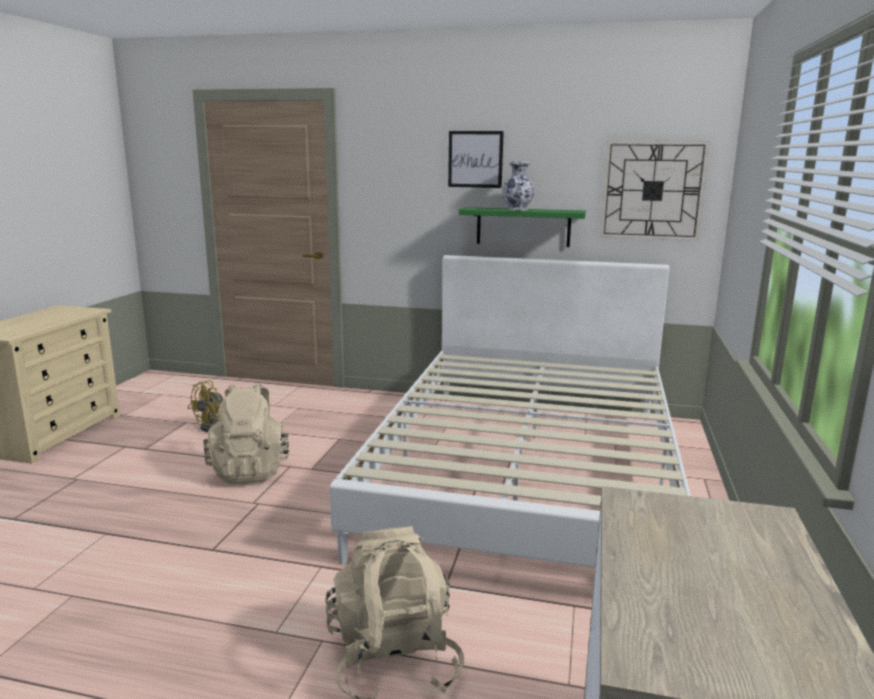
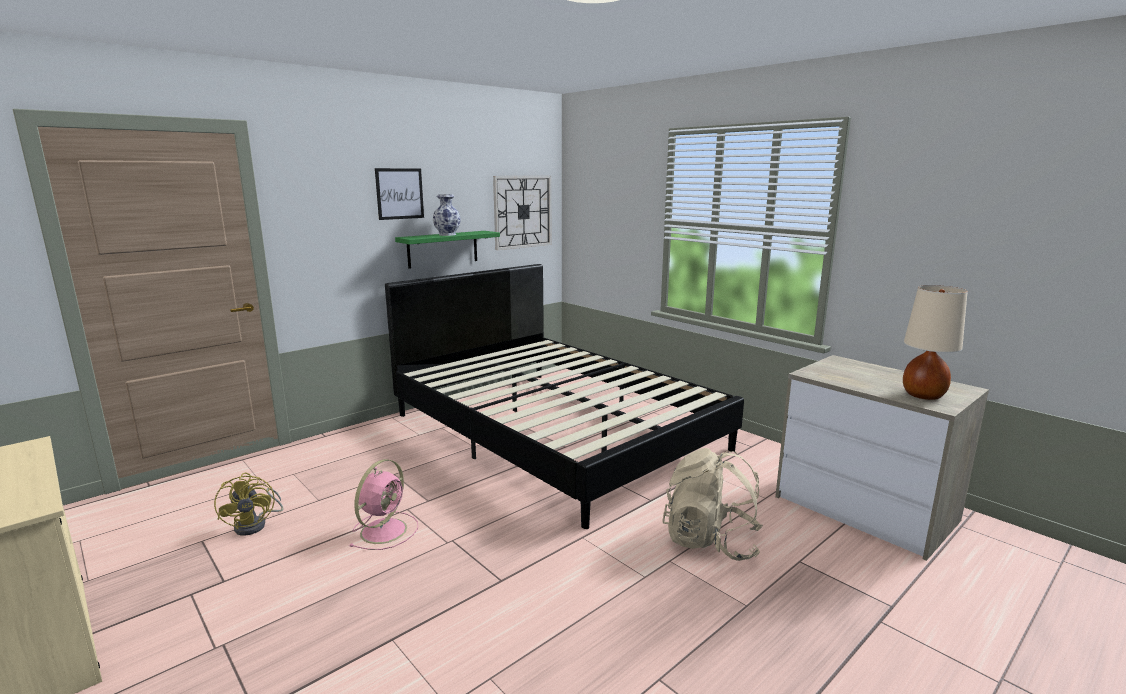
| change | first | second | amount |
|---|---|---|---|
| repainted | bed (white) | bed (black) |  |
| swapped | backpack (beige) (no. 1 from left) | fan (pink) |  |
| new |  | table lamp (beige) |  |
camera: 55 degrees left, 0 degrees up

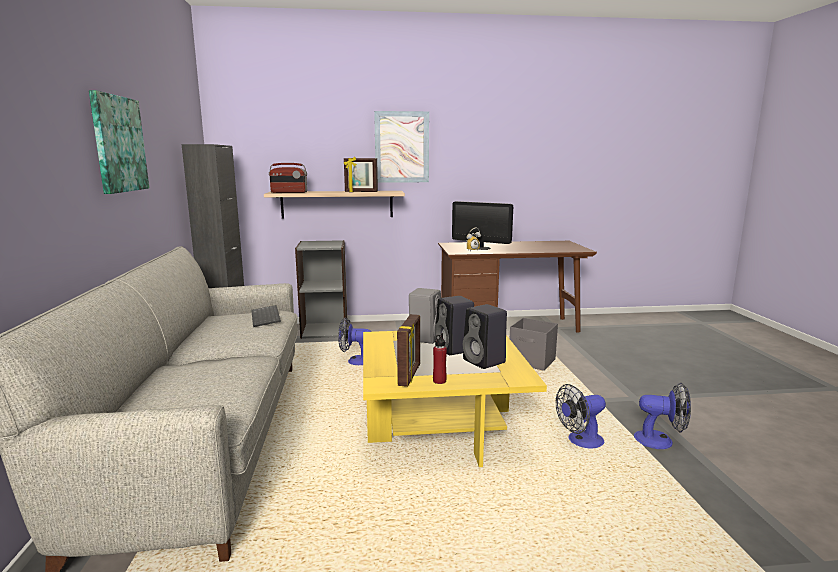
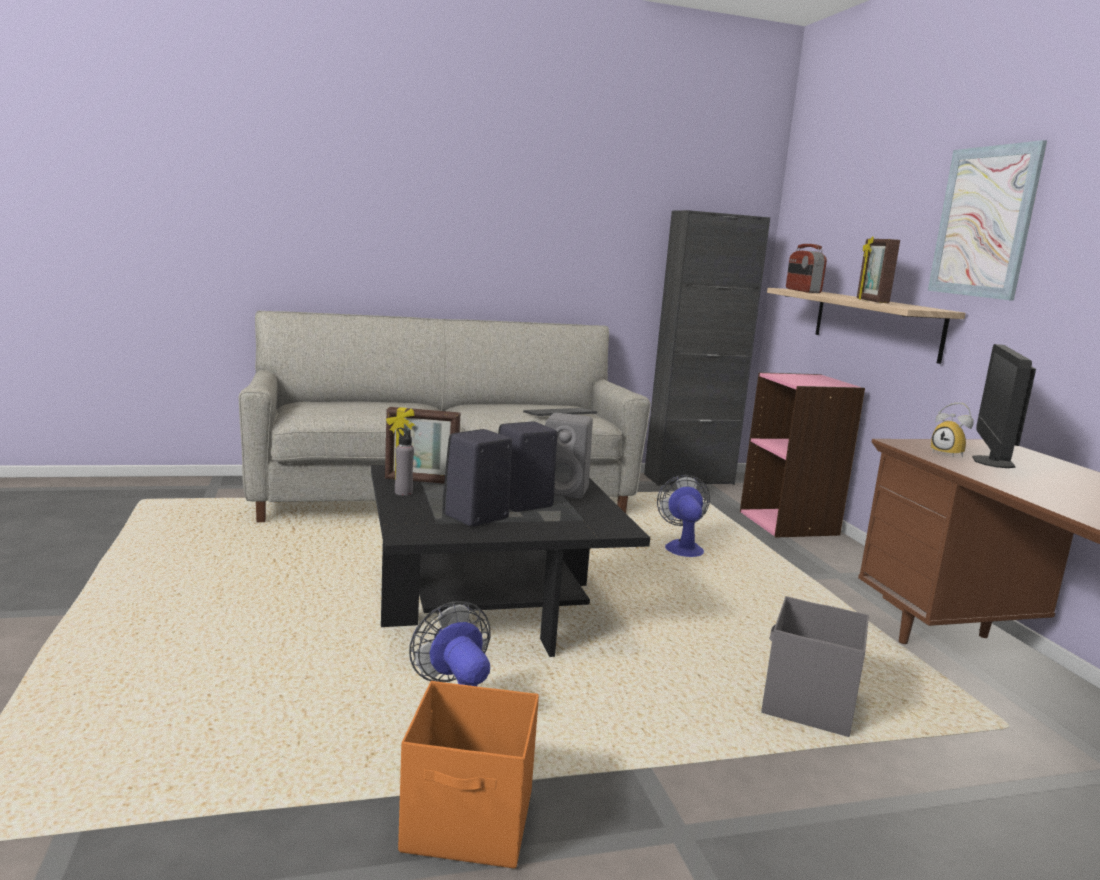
| change | first | second | amount |
|---|---|---|---|
| gone | picture (no. 1 from left) |  |  |
| repainted | bookcase (grey) | bookcase (pink) |  |
| repainted | coffee table (yellow) | coffee table (black) |  |
| repainted | bottle (red) | bottle (grey) |  |
| swapped | fan (no. 3 from left) | storage box (orange) |  |
camera: 80 degrees right, 0 degrees up

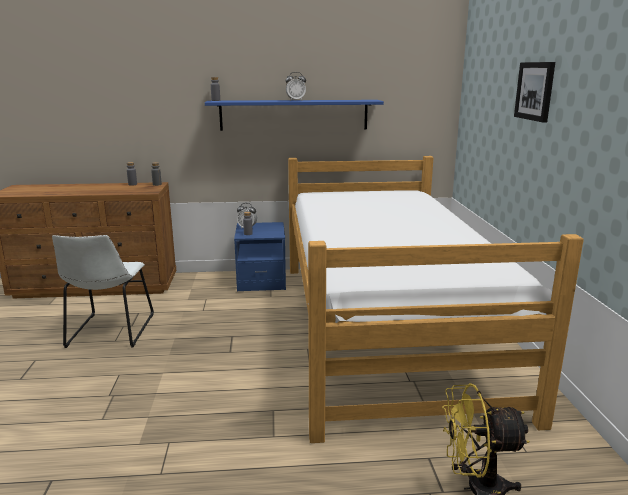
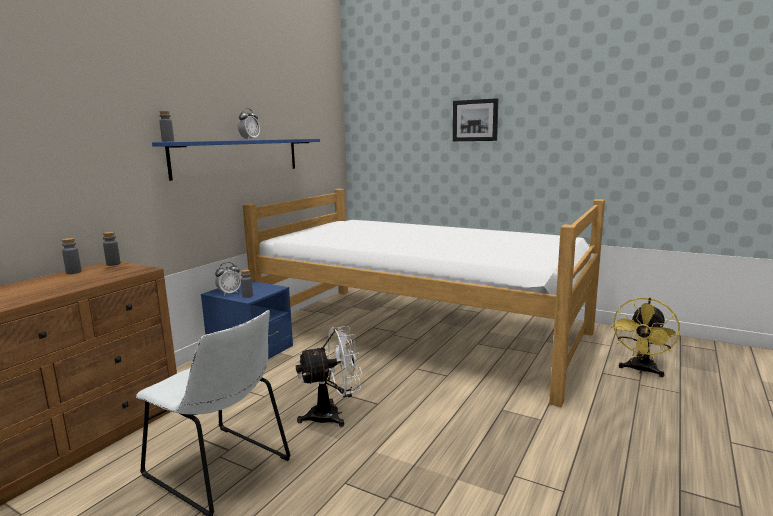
| change | first | second | amount |
|---|---|---|---|
| new |  | fan (white) |  |
camera: 55 degrees left, 5 degrees down

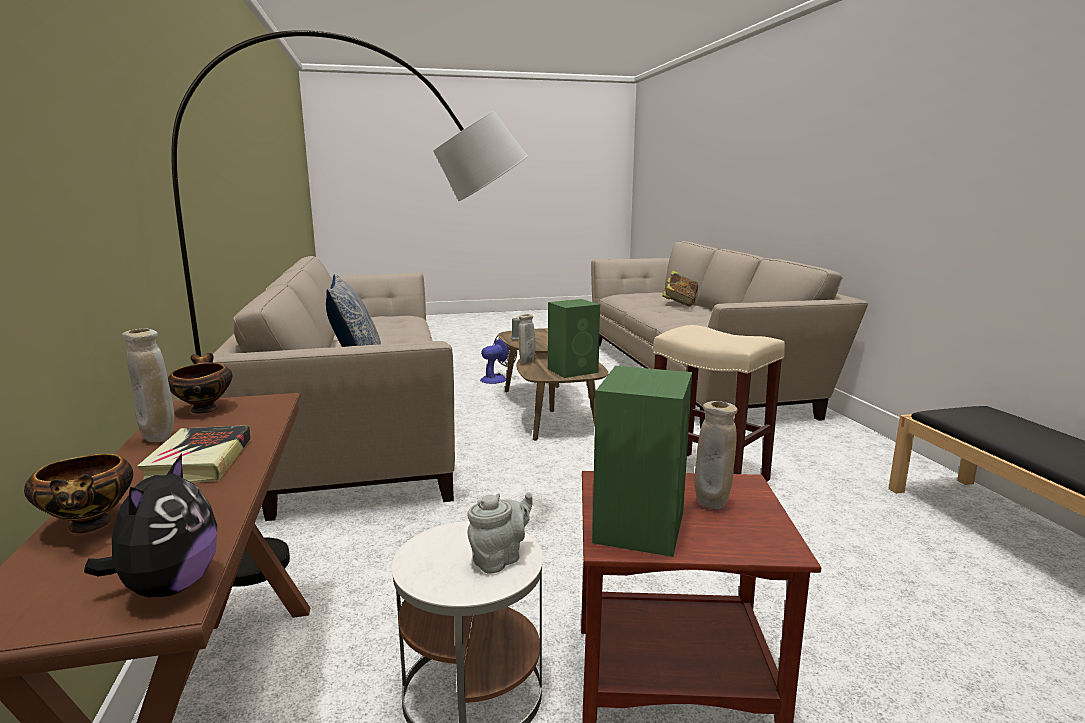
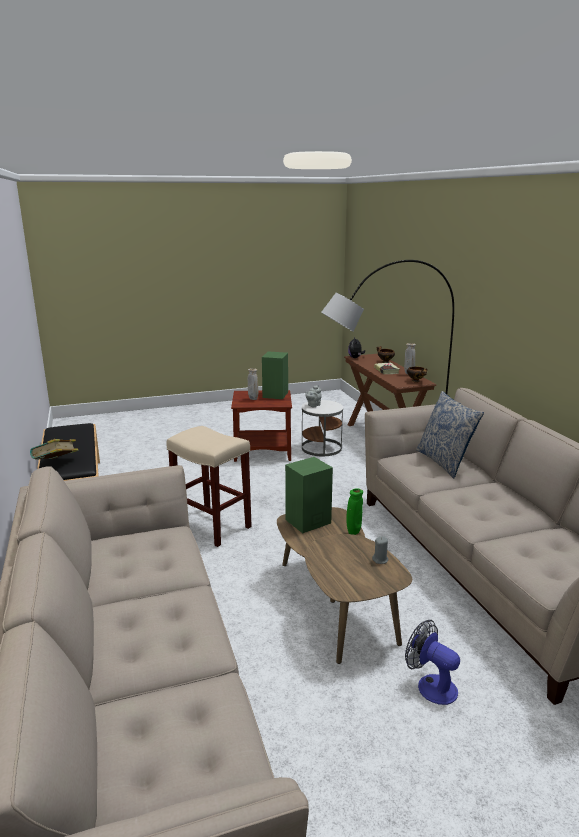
| change | first | second | amount |
|---|---|---|---|
| shifted | book (no. 2 from left in the first image) | book (no. 1 from left) |  |
| repainted | vase (beige) (no. 2 from left) | vase (green) |  |
| rotated | fan |  | 90 degrees clockwise |
camera: 175 degrees right, 5 degrees up

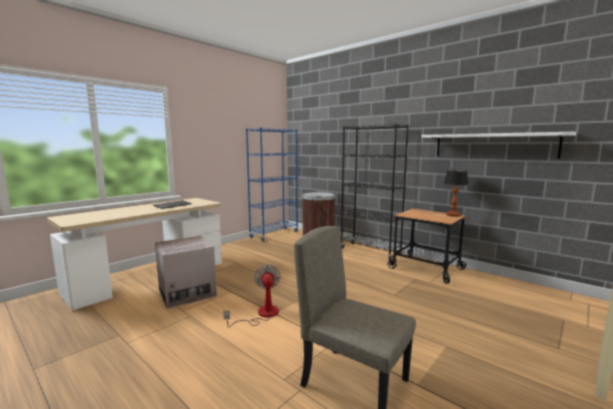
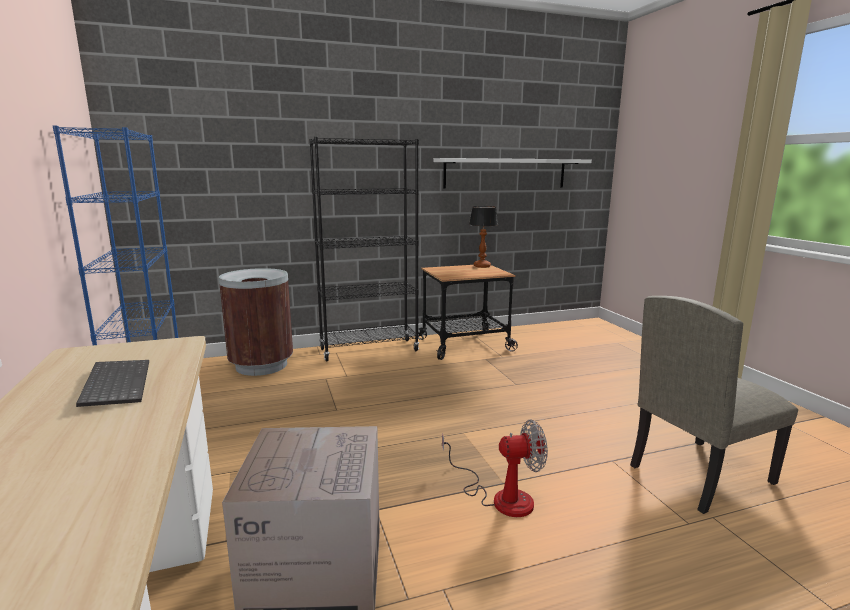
| change | first | second | amount |
|---|---|---|---|
| rotated | fan |  | 150 degrees clockwise |
camera: 60 degrees left, 5 degrees up

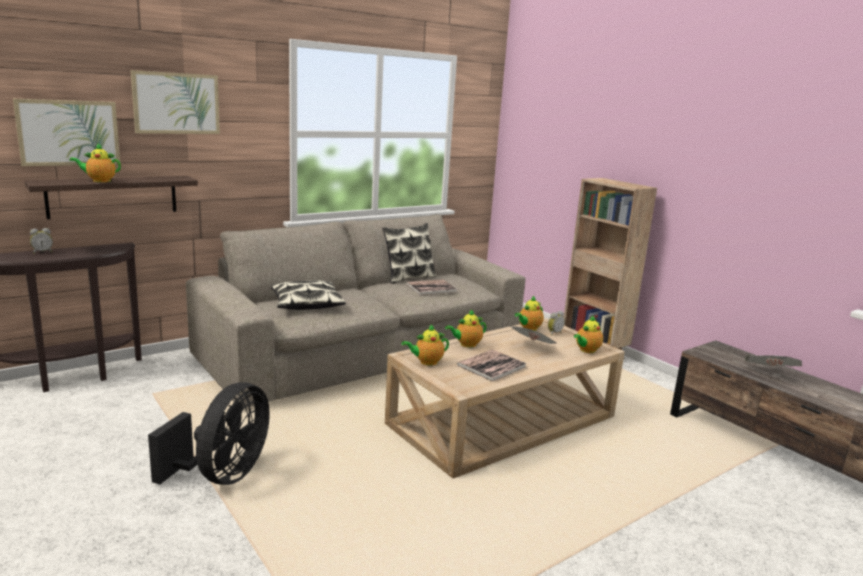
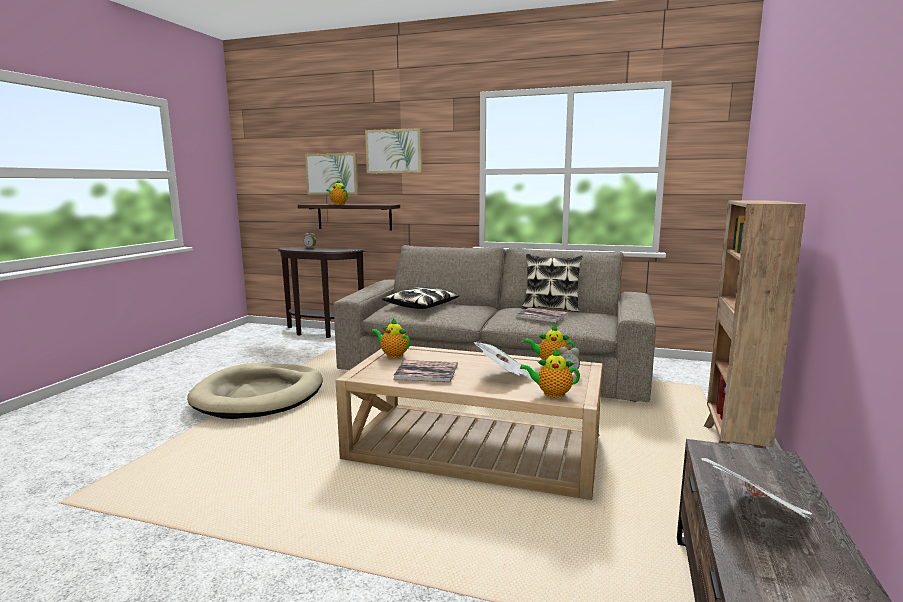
| change | first | second | amount |
|---|---|---|---|
| gone | teapot (no. 3 from left) |  |  |
| swapped | fan (black) | dog bed (beige) |  |
camera: 55 degrees right, 5 degrees down

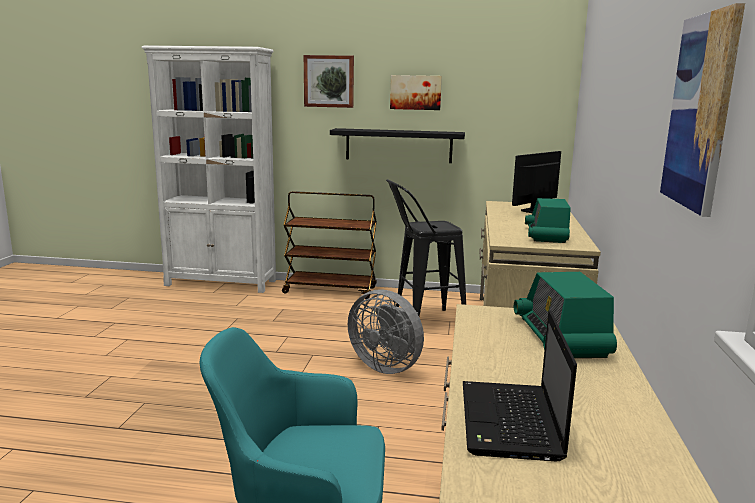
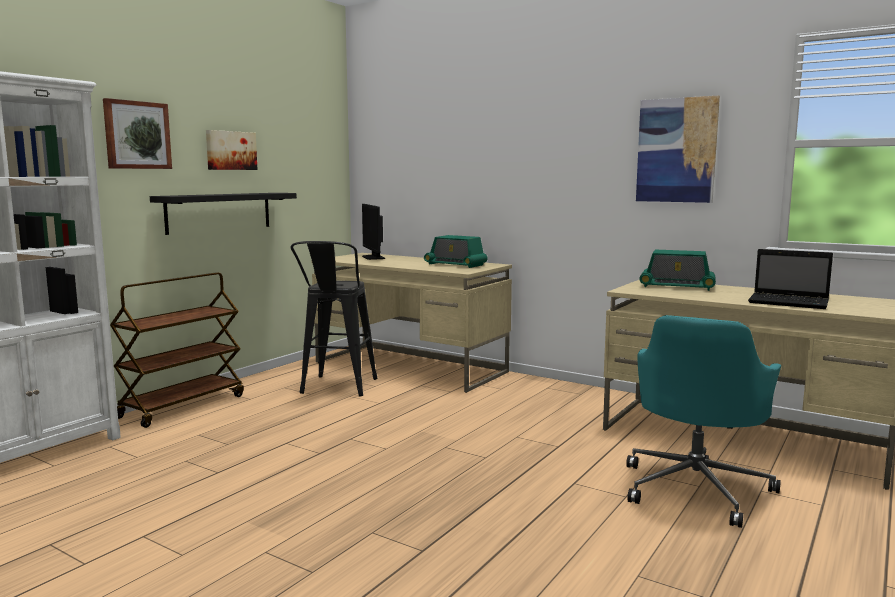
| change | first | second | amount |
|---|---|---|---|
| gone | fan (grey) |  |  |
camera: 65 degrees left, 5 degrees down

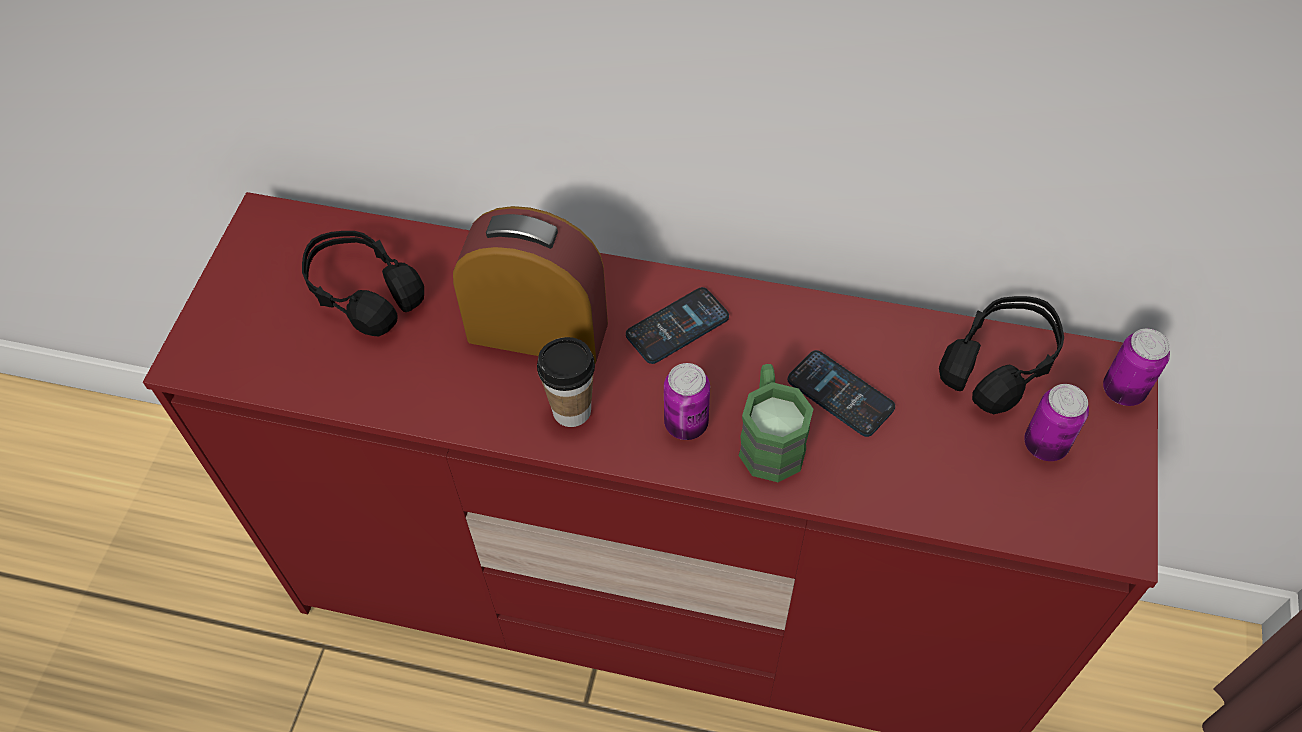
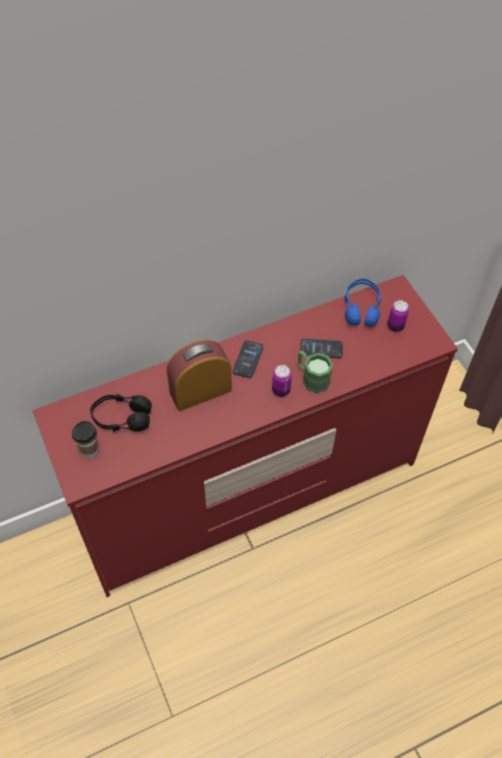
| change | first | second | amount |
|---|---|---|---|
| repainted | headphones (black) (no. 2 from left) | headphones (blue) |  |
| gone | can (no. 3 from left) |  |  |
| shifted | cup |  |  |
camera: 40 degrees left, 0 degrees up

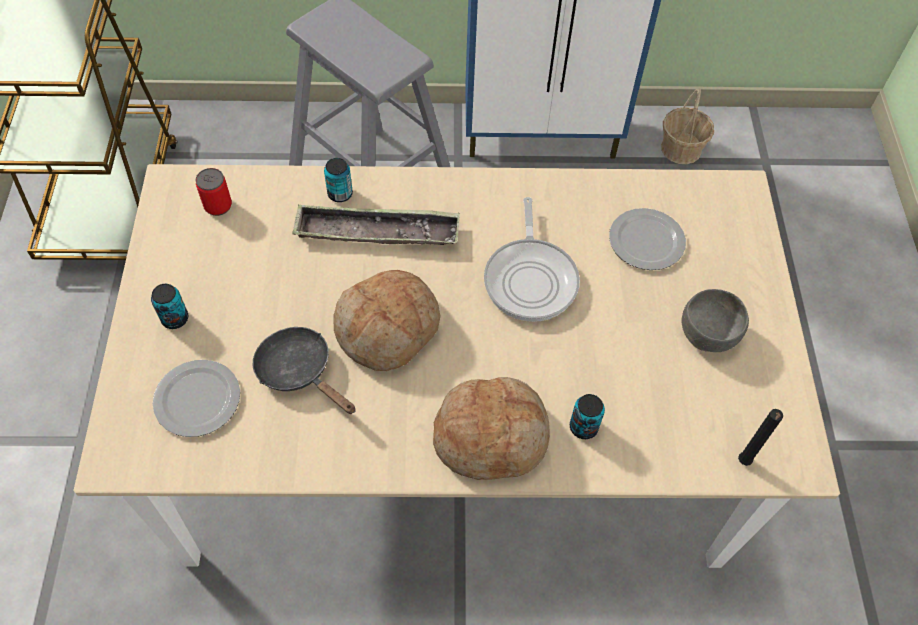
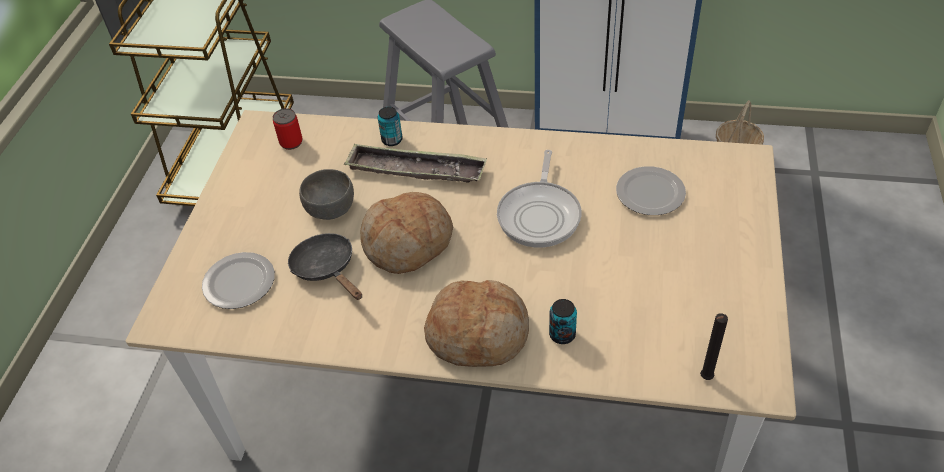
| change | first | second | amount |
|---|---|---|---|
| gone | can (no. 1 from left) |  |  |
| shifted | bowl (grey) |  |  |
camera: 15 degrees right, 10 degrees down

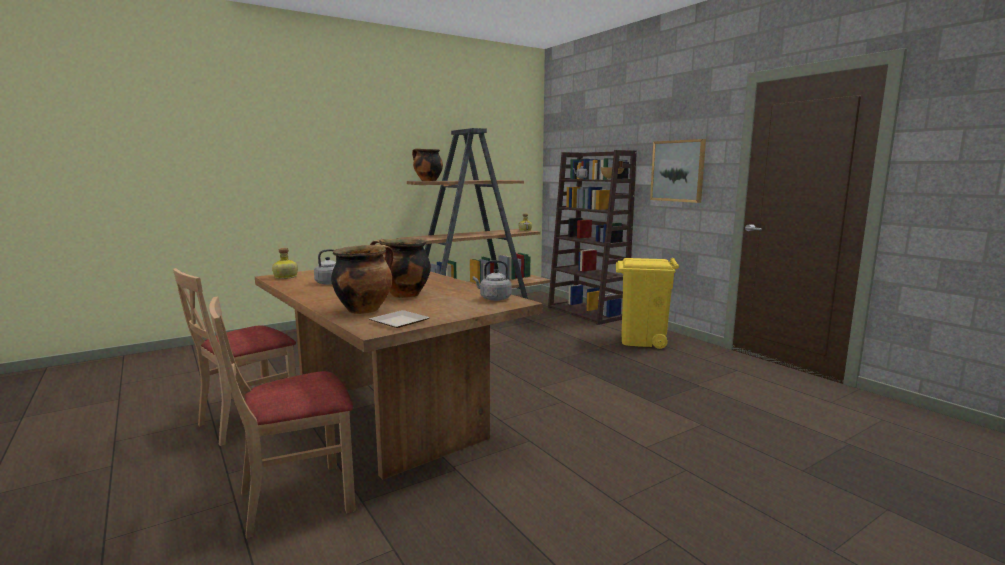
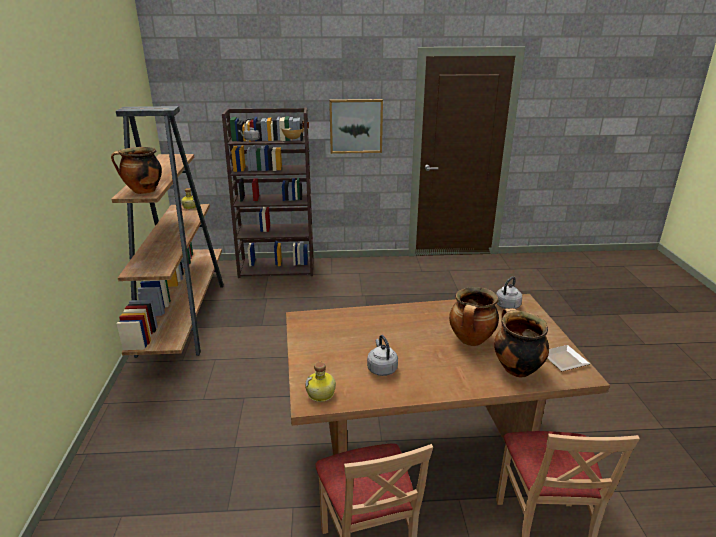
| change | first | second | amount |
|---|---|---|---|
| gone | trash can (yellow) |  |  |
camera: 60 degrees left, 15 degrees up

